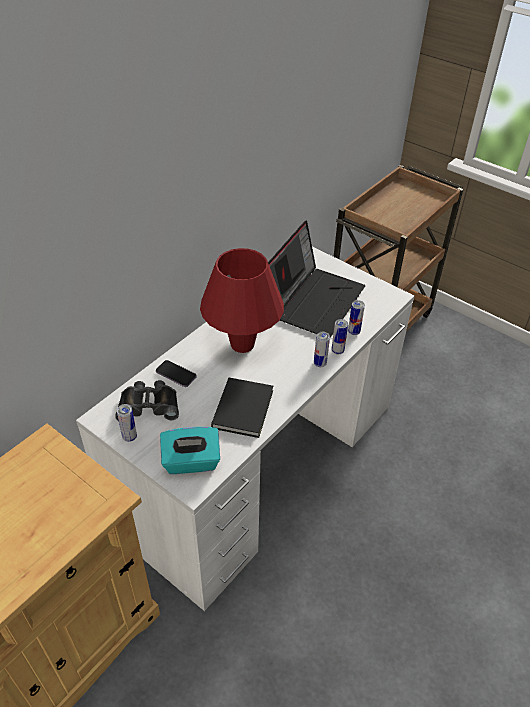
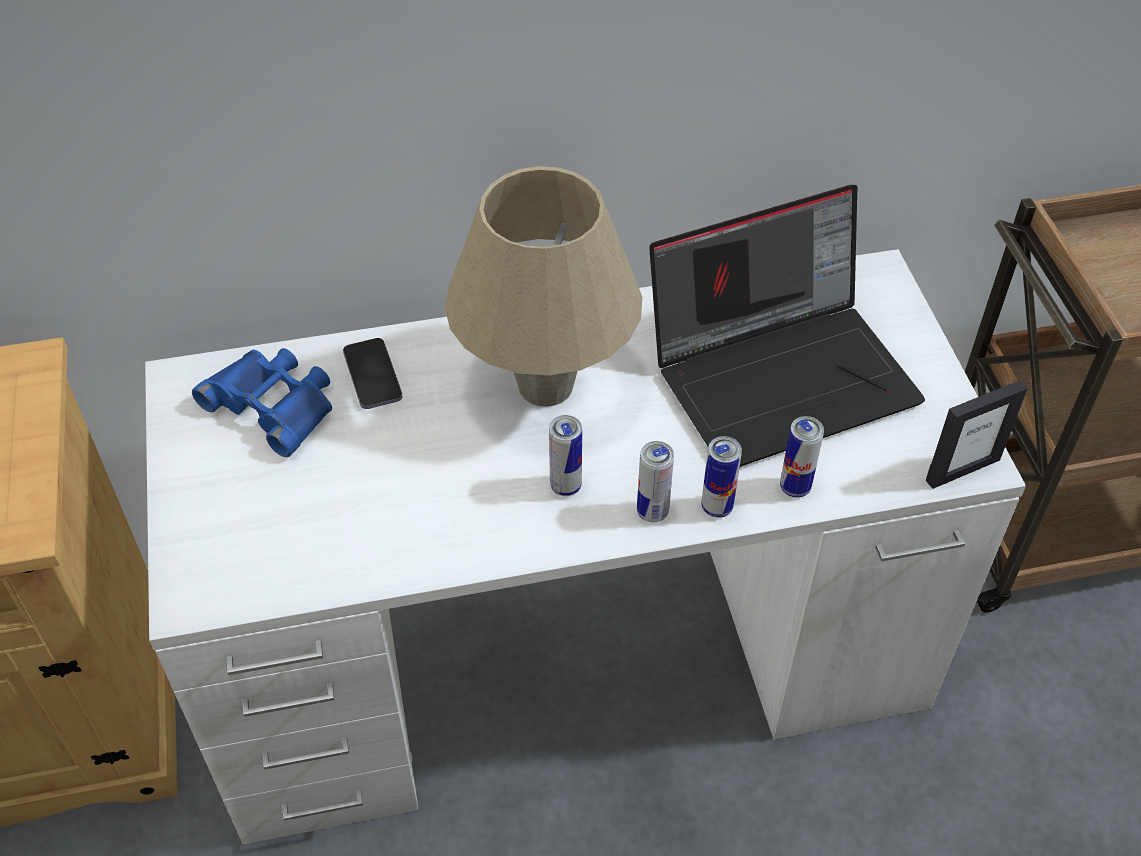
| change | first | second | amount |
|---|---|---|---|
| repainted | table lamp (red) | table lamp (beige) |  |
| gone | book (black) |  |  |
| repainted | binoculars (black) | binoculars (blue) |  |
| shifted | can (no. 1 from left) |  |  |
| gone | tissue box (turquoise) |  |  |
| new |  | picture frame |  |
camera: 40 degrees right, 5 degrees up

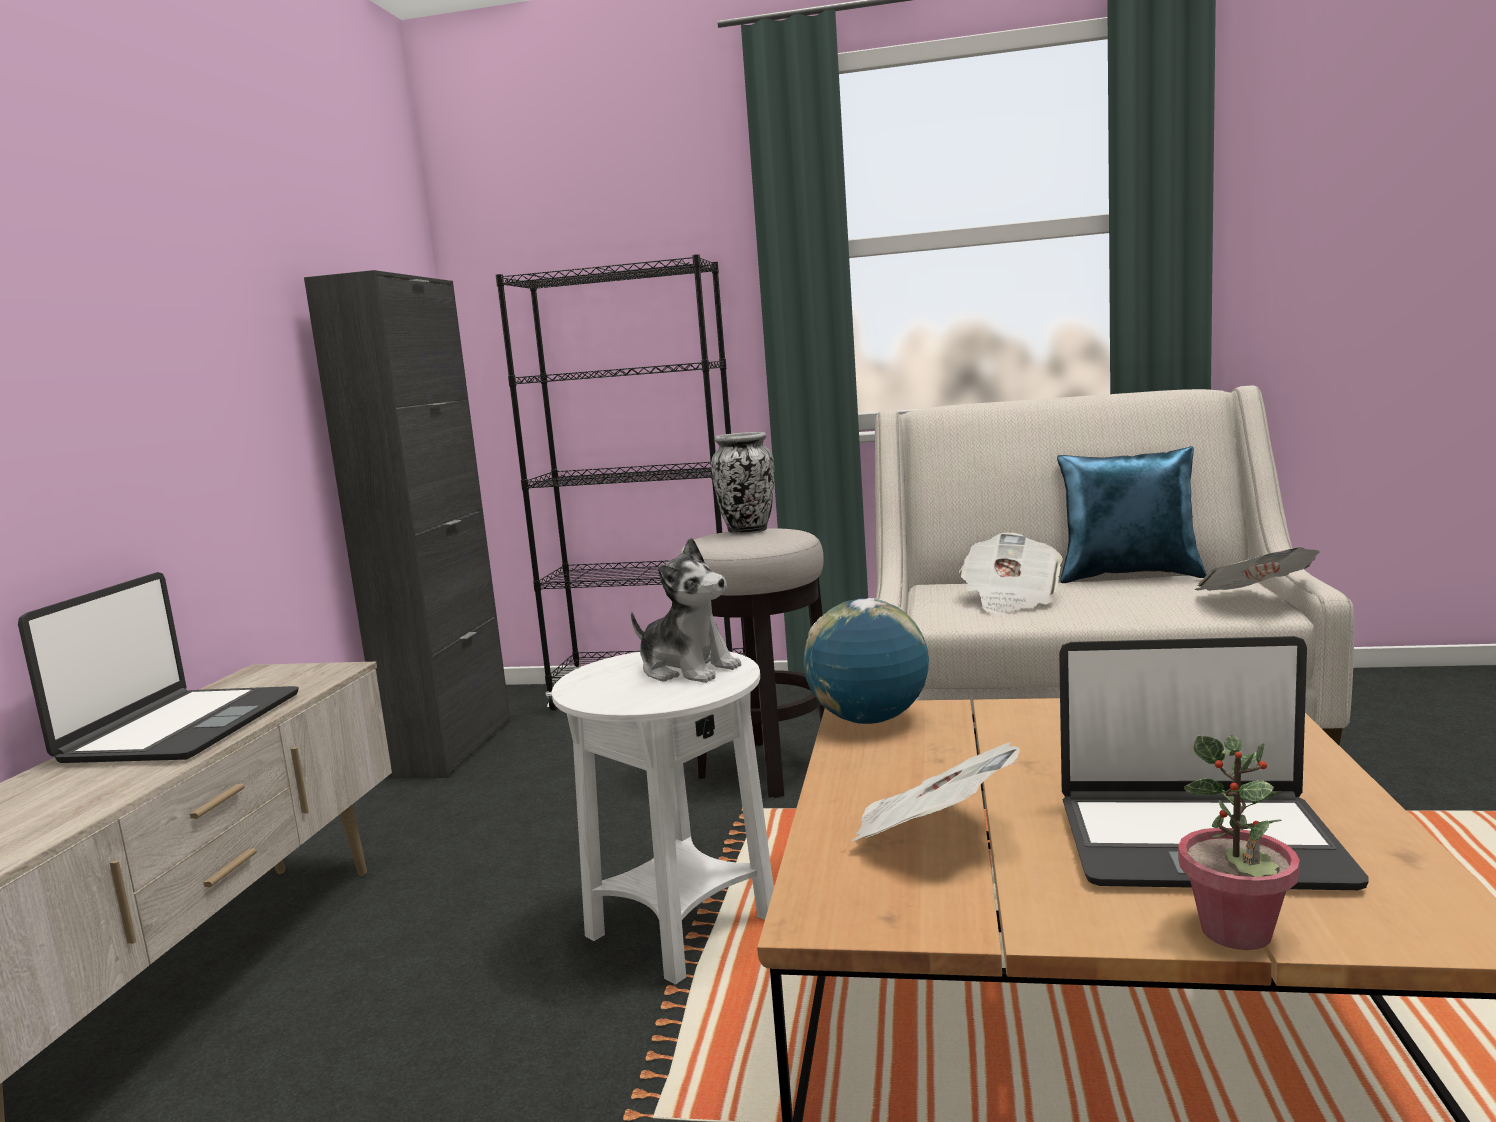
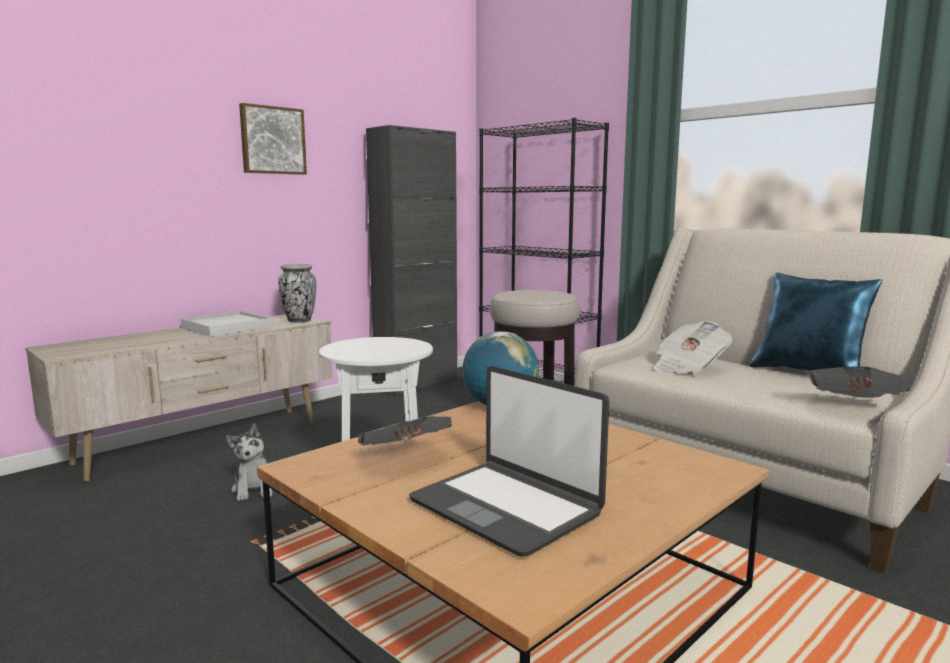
| change | first | second | amount |
|---|---|---|---|
| shifted | vase |  |  |
| shifted | plush toy |  |  |
| swapped | laptop (no. 1 from left) | tray (white) |  |
| gone | potted plant |  |  |
| new |  | picture |  |
camera: 35 degrees right, 0 degrees up

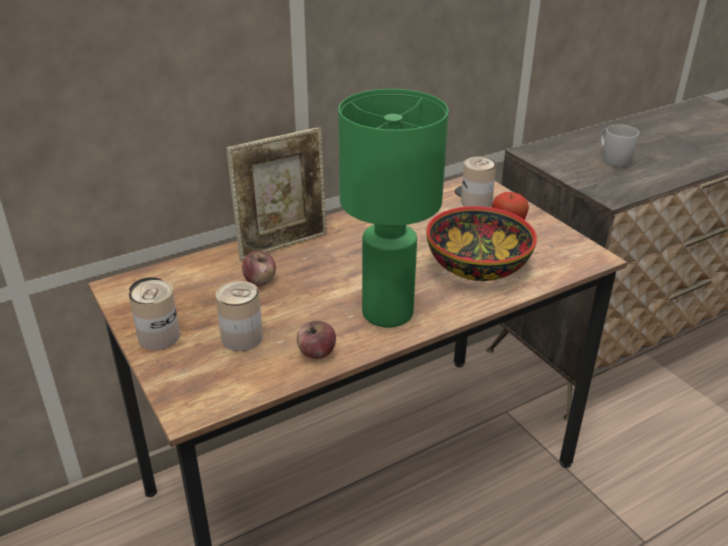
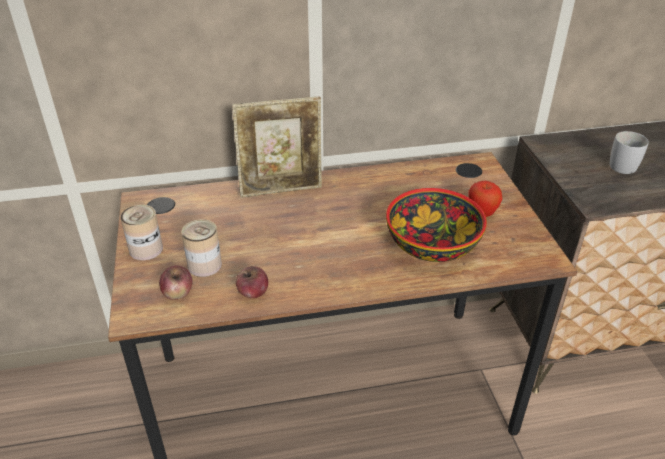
| change | first | second | amount |
|---|---|---|---|
| gone | table lamp (green) |  |  |
| gone | can (no. 3 from left) |  |  |
| shifted | apple (no. 1 from left) |  |  |
camera: 20 degrees right, 5 degrees up

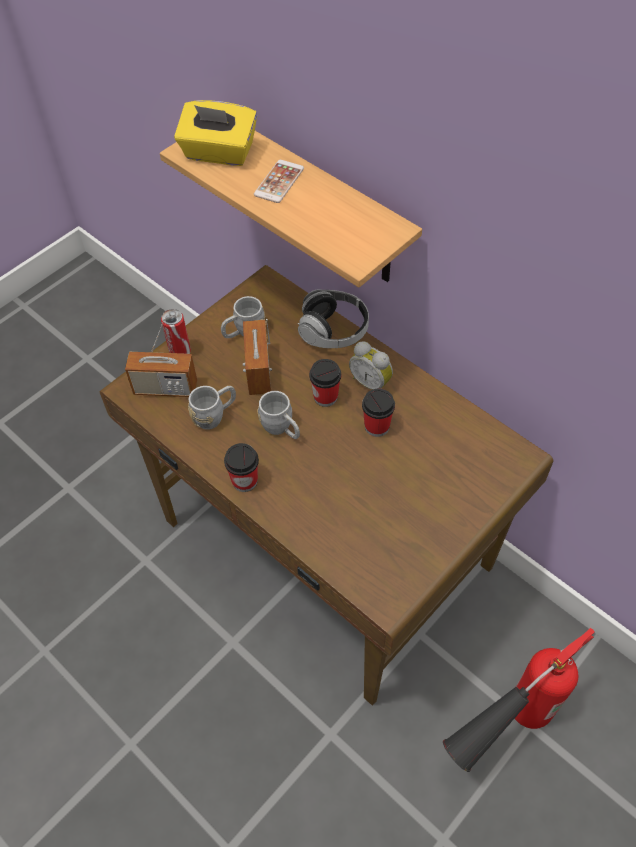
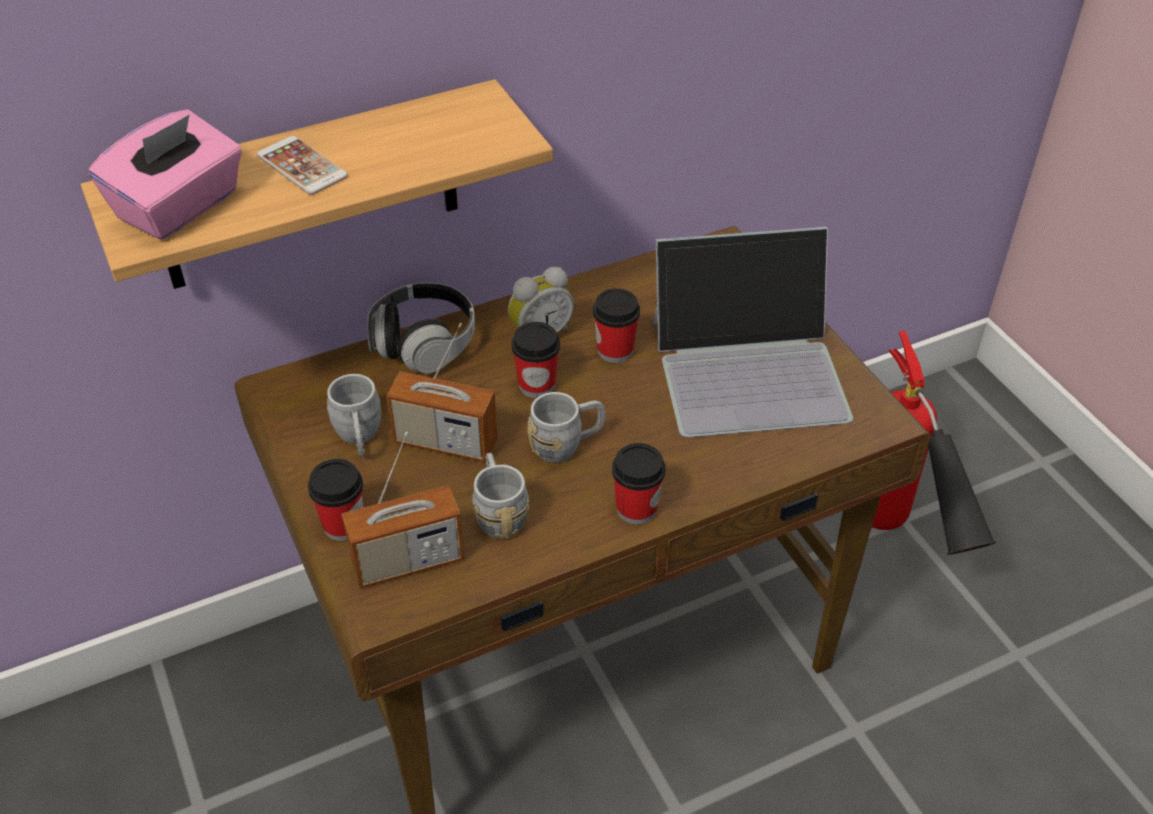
| change | first | second | amount |
|---|---|---|---|
| repainted | tissue box (yellow) | tissue box (pink) |  |
| swapped | can | cup (no. 1 from left) |  |
| rotated | radio (no. 1 from left) |  | 45 degrees clockwise |
| new |  | laptop |  |
camera: 70 degrees left, 10 degrees down

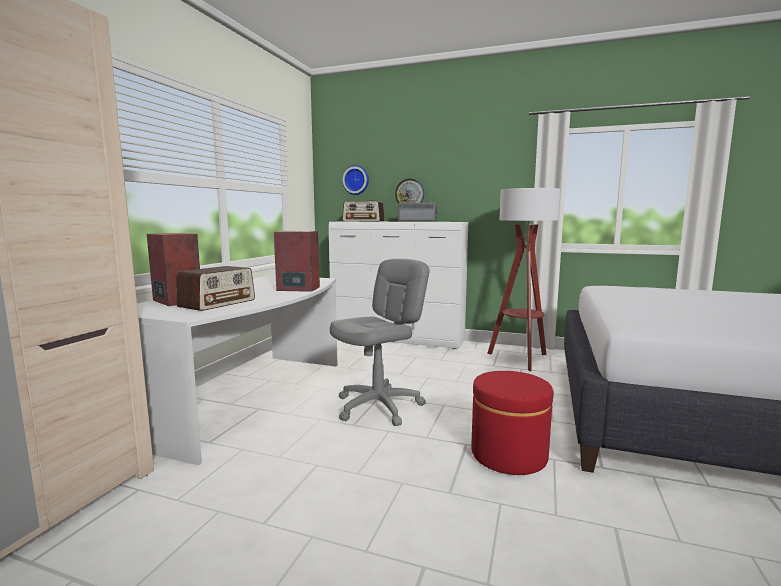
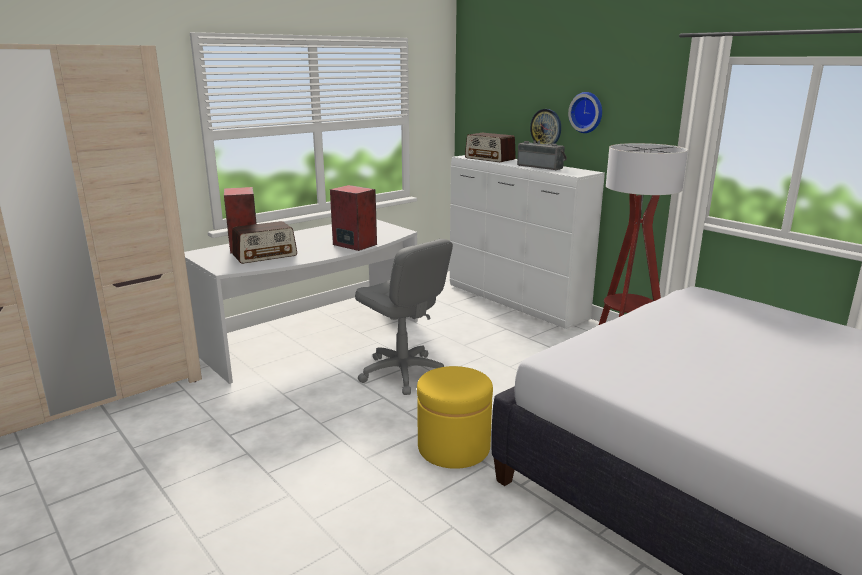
| change | first | second | amount |
|---|---|---|---|
| shifted | wall clock (no. 1 from left in the first image) | wall clock (no. 2 from left) |  |
| rotated | office chair (grey) |  | 60 degrees clockwise |
| repainted | ottoman (red) | ottoman (yellow) |  |
camera: 30 degrees right, 10 degrees up

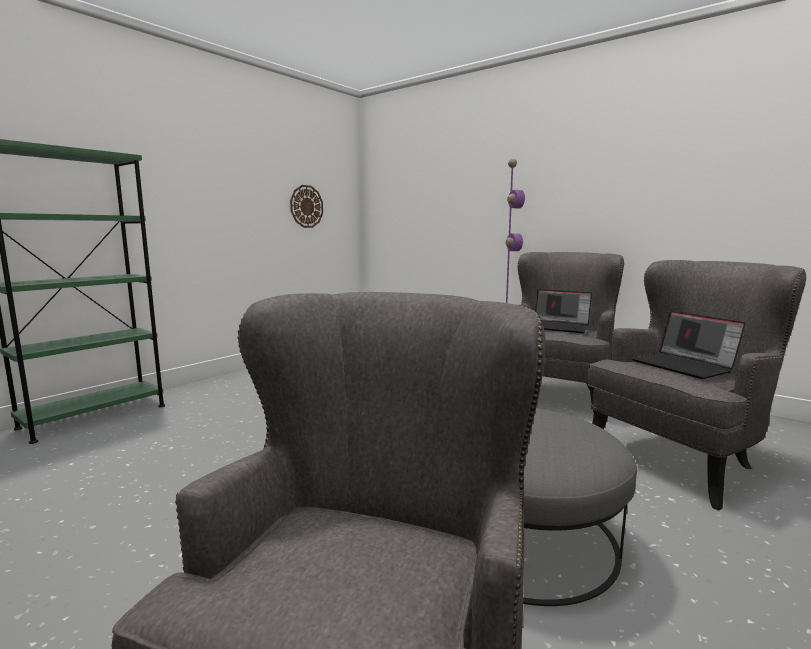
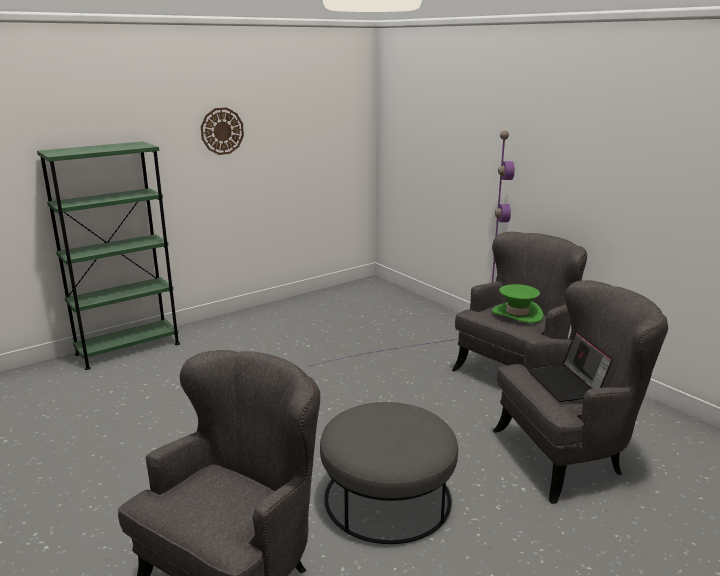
| change | first | second | amount |
|---|---|---|---|
| shifted | wall clock |  |  |
| swapped | laptop (no. 1 from left) | hat (green) |  |
camera: 15 degrees right, 10 degrees up

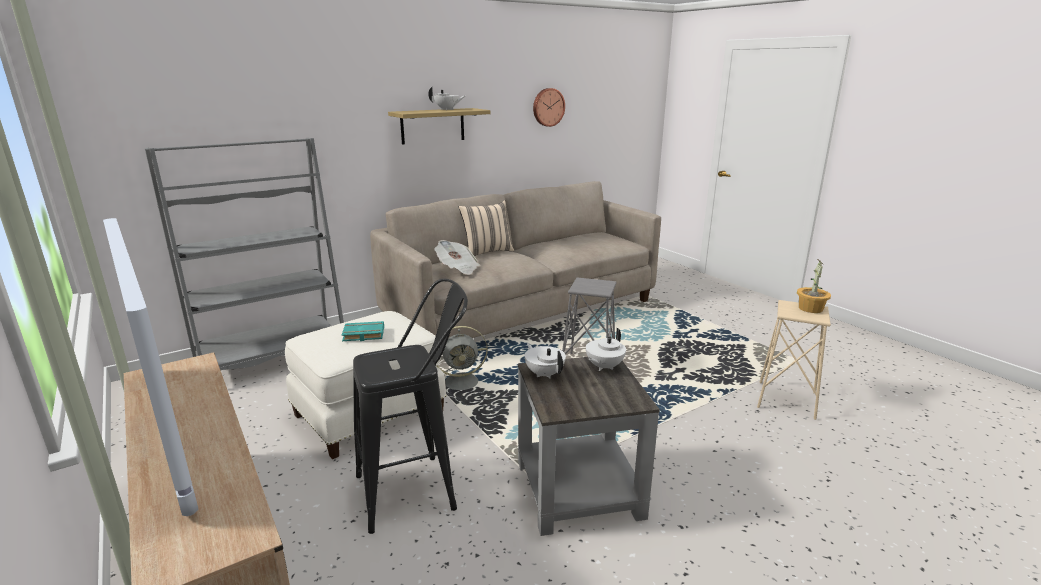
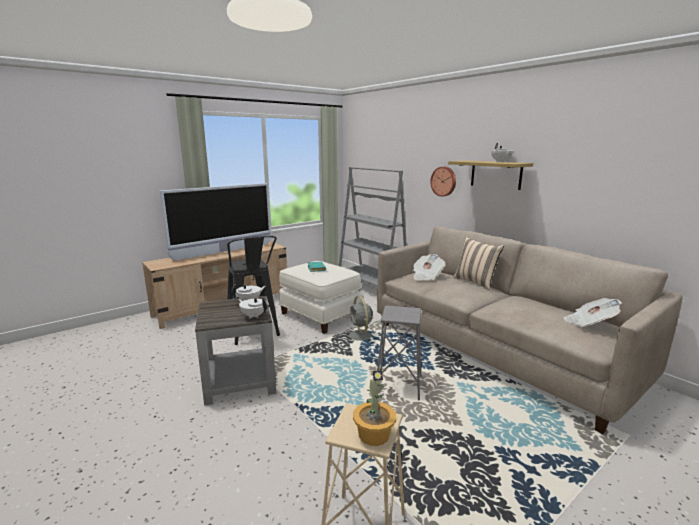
| change | first | second | amount |
|---|---|---|---|
| shifted | wall clock |  |  |
| new |  | newspaper (no. 2 from left) |  |
camera: 85 degrees right, 5 degrees down

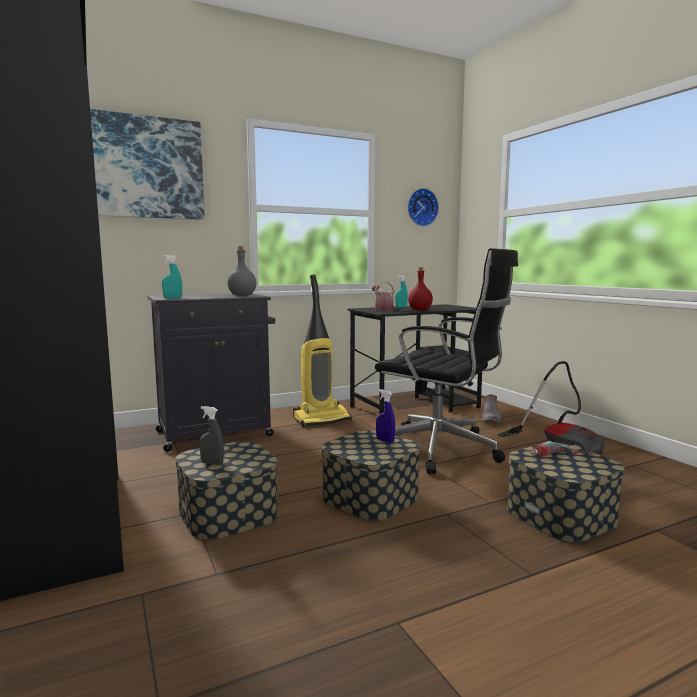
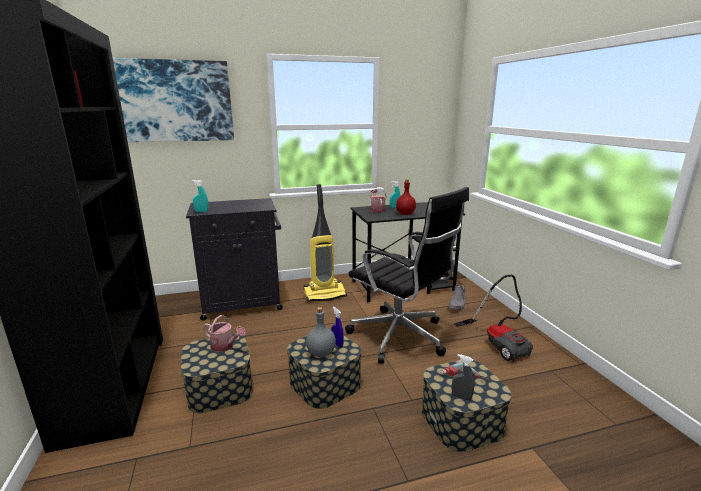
| change | first | second | amount |
|---|---|---|---|
| gone | wall clock |  |  |
| shifted | bottle (grey) |  |  |
| shifted | spray bottle (grey) |  |  |
| new |  | watering can (no. 1 from left) |  |
camera: 10 degrees right, 10 degrees up

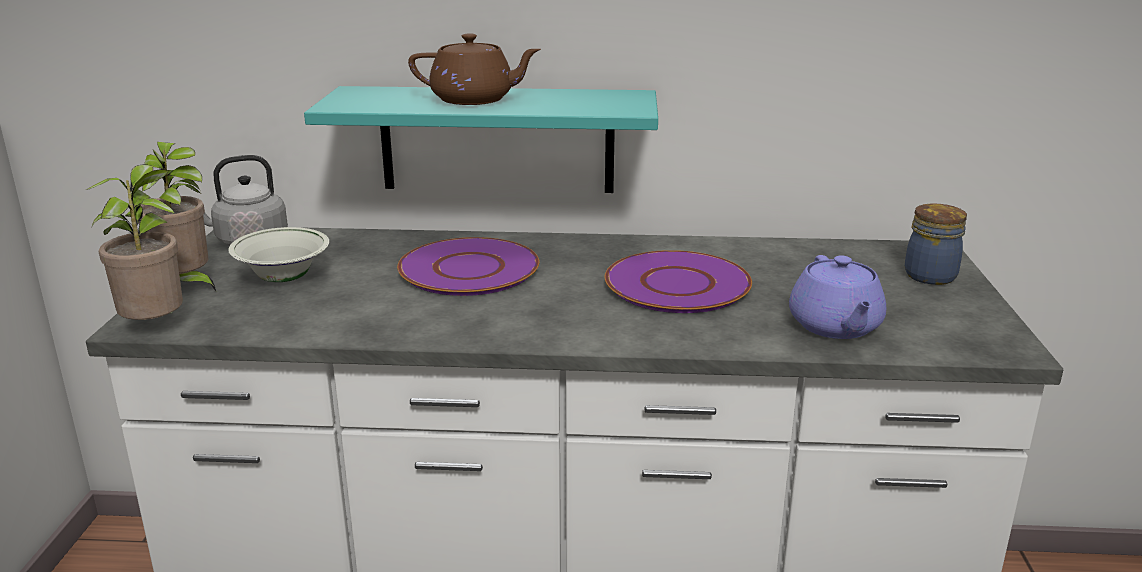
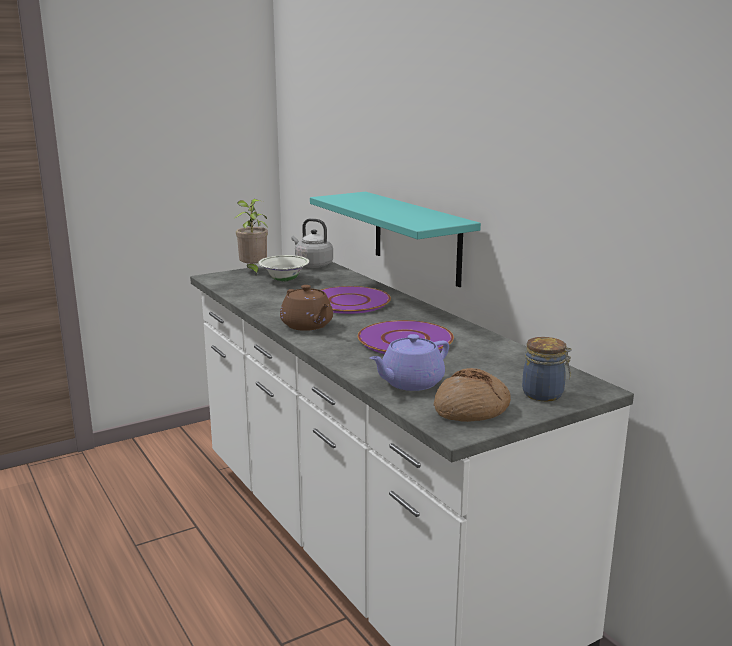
| change | first | second | amount |
|---|---|---|---|
| shifted | teapot (brown) |  |  |
| gone | potted plant (no. 1 from left) |  |  |
| new |  | bread |  |
camera: 55 degrees right, 5 degrees down

